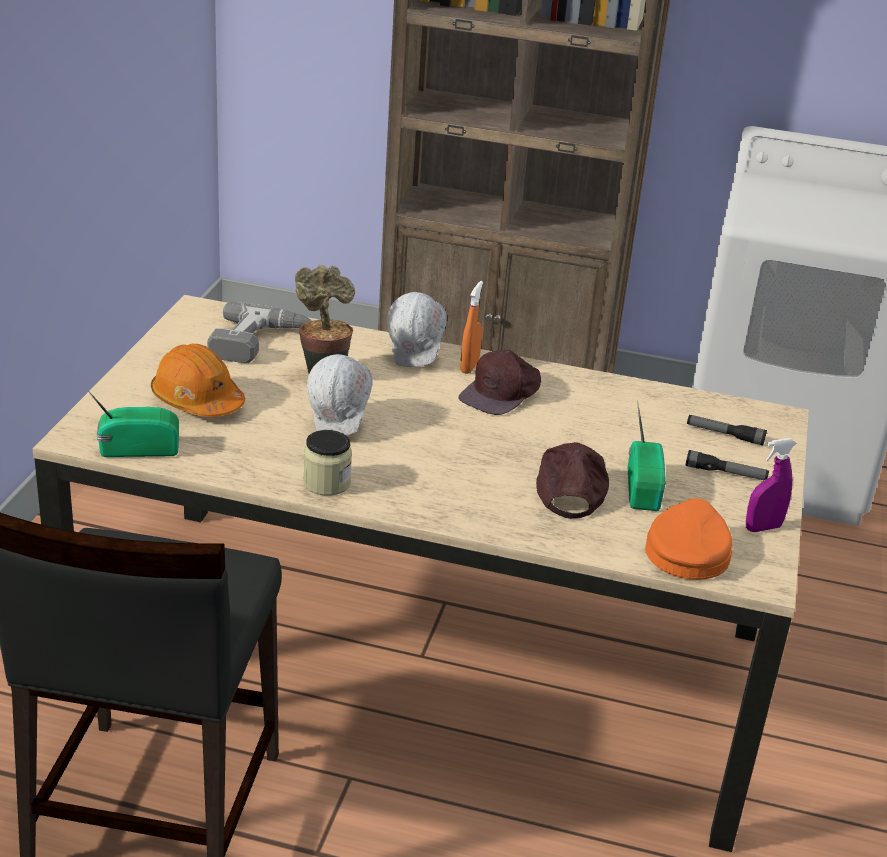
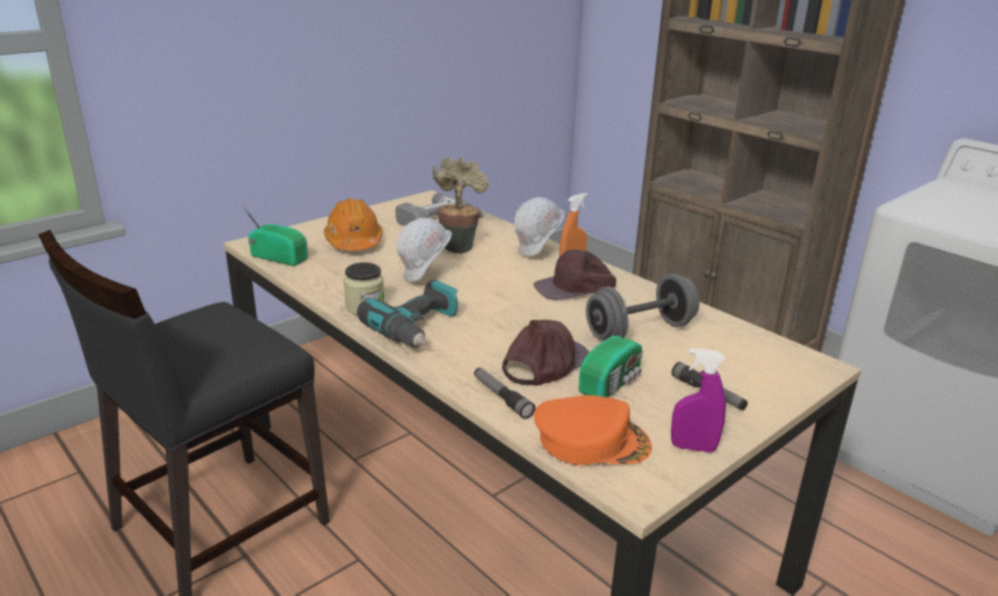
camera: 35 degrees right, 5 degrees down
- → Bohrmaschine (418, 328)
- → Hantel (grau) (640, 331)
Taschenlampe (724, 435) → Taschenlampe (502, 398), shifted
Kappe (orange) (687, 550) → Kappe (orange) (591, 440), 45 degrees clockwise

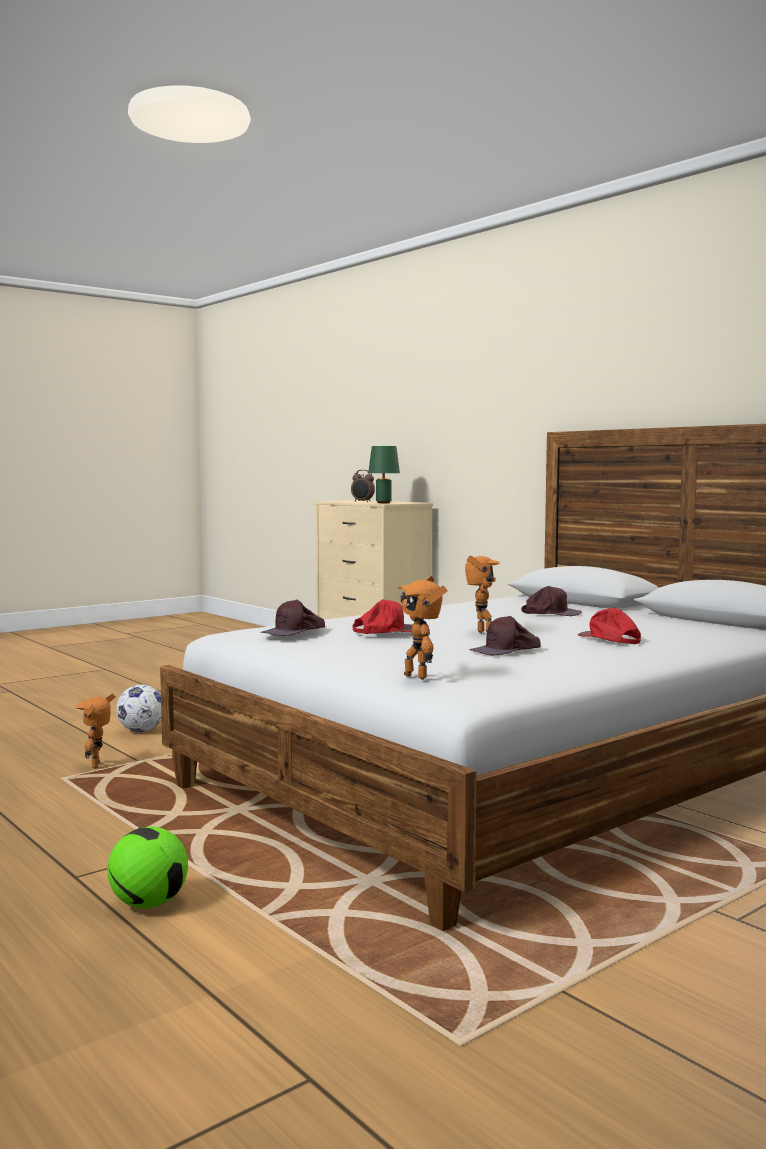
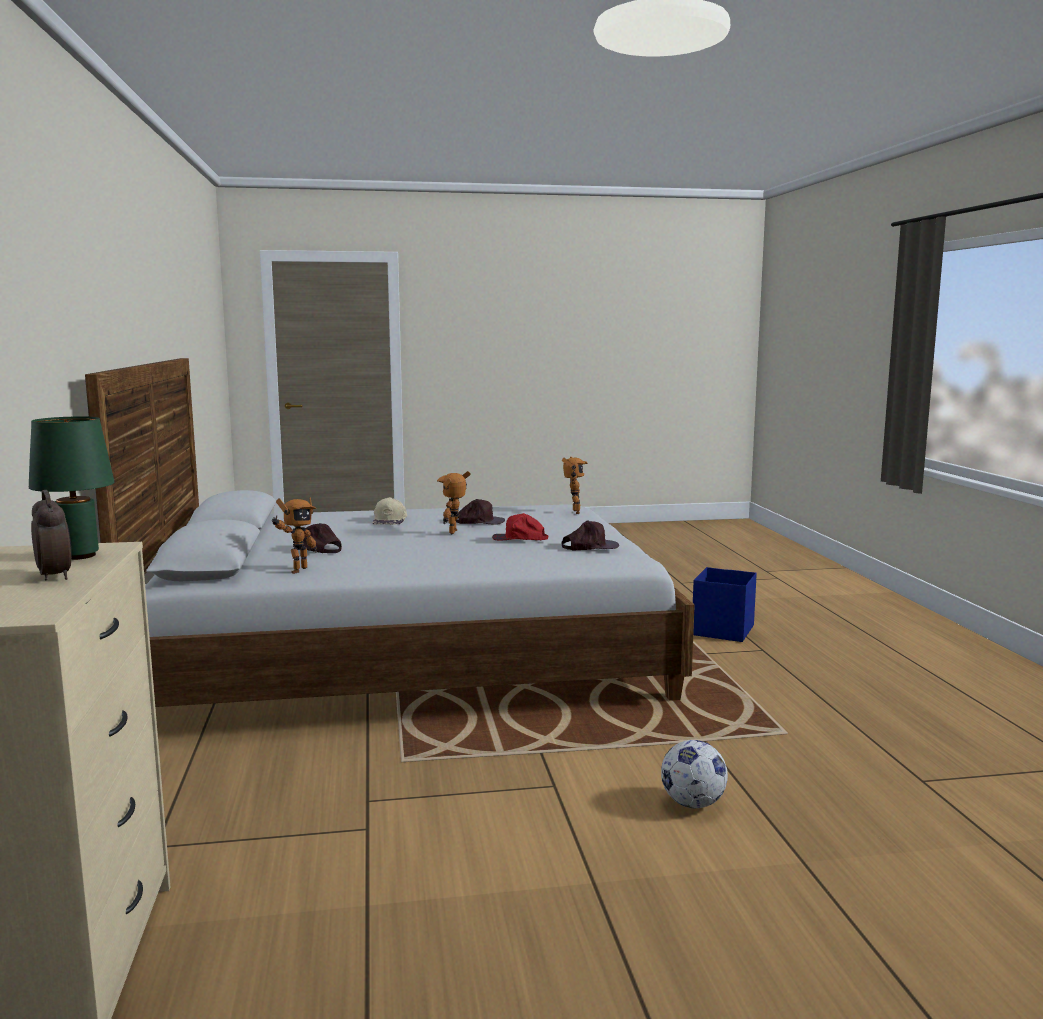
camera: 150 degrees left, 5 degrees up
Spielzeugroboter (99, 765) → Spielzeugroboter (296, 570), shifted
Fußball (148, 904) → Aufbewahrungsbox (blau) (722, 631)
Kappe (rot) (609, 639) → Kappe (beige) (390, 520)

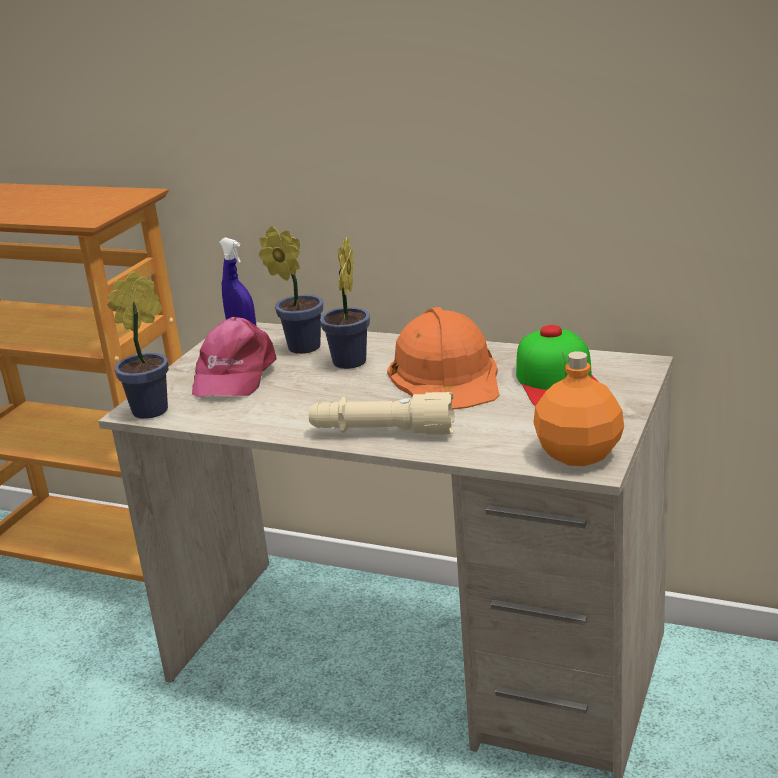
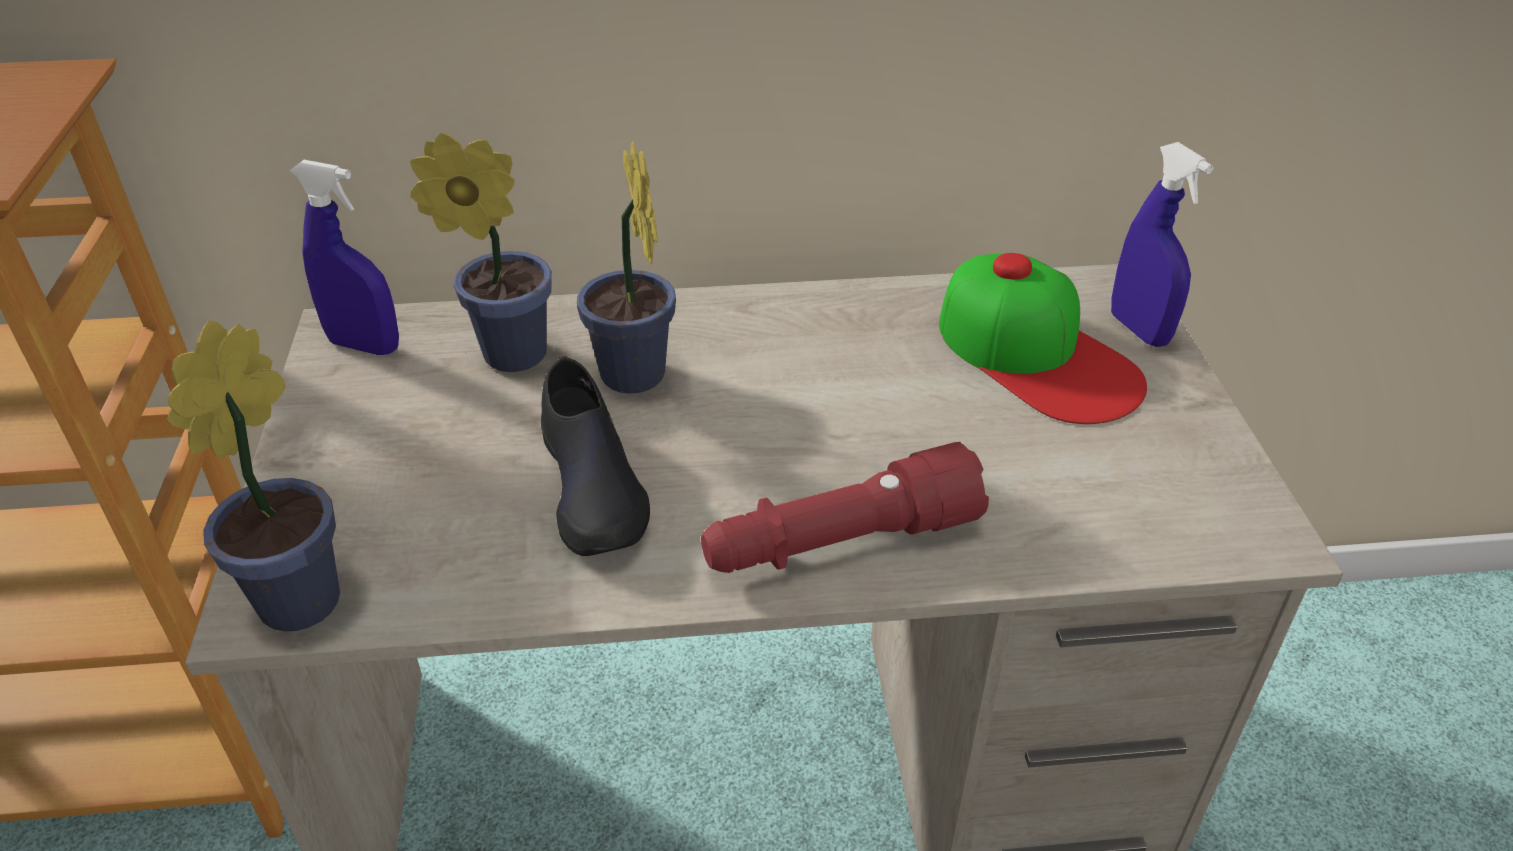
camera: 30 degrees left, 15 degrees up
Kappe (rosa) (233, 374) → -
Schutzhelm (orange) (447, 376) → -
Flasche (orange) (577, 454) → -
- → Schuh (schwarz) (593, 486)
- → Sprühflasche (blau) (1139, 330)
Taschenlampe (beige) (382, 432) → Taschenlampe (rot) (840, 543)

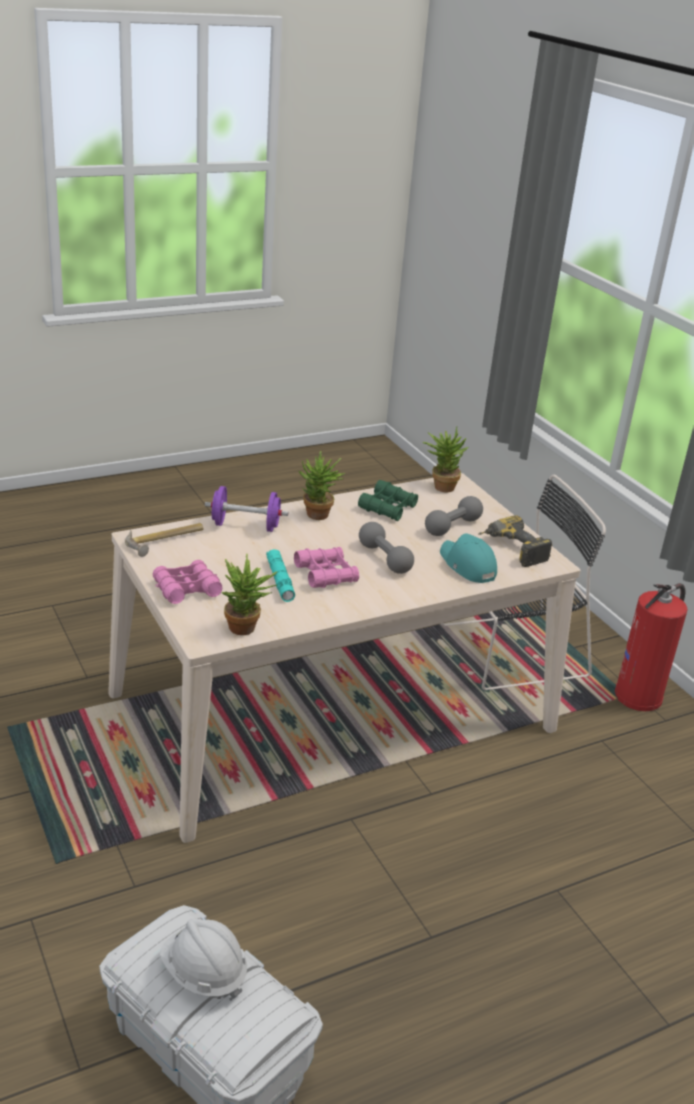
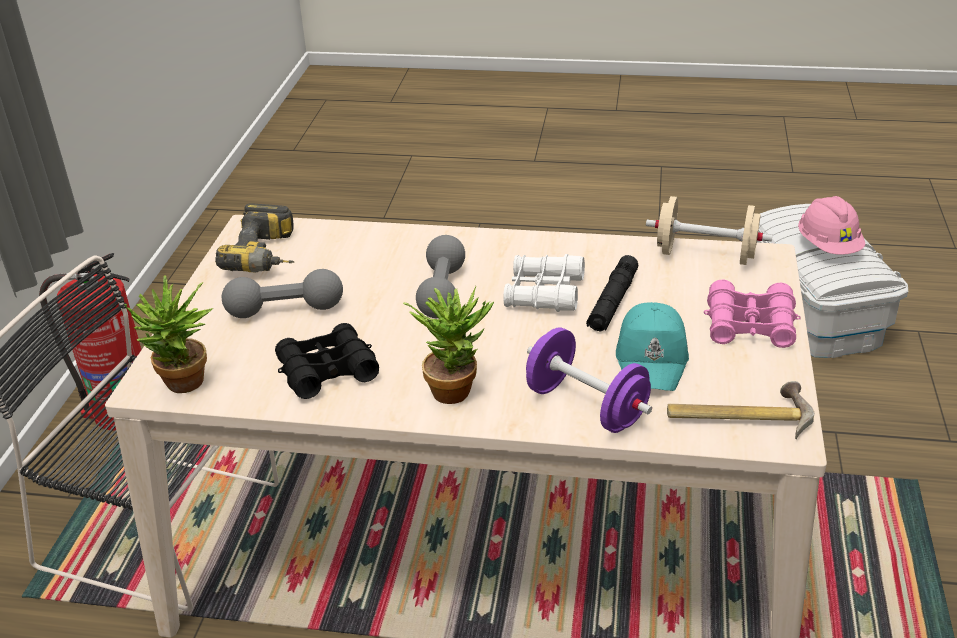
camera: 140 degrees left, 5 degrees up
Kappe (türkis) (467, 566) → Kappe (türkis) (652, 358), shifted
Topfpflanze (246, 630) → Hantel (beige) (705, 255)
Schutzhelm (weiß) (203, 973) → Schutzhelm (rosa) (828, 246)
Taschenlampe (türkis) (280, 580) → Taschenlampe (schwarz) (613, 302)
Fernglas (rosa) (326, 574) → Fernglas (weiß) (544, 293)
Fernglas (grün) (388, 508) → Fernglas (schwarz) (327, 371)

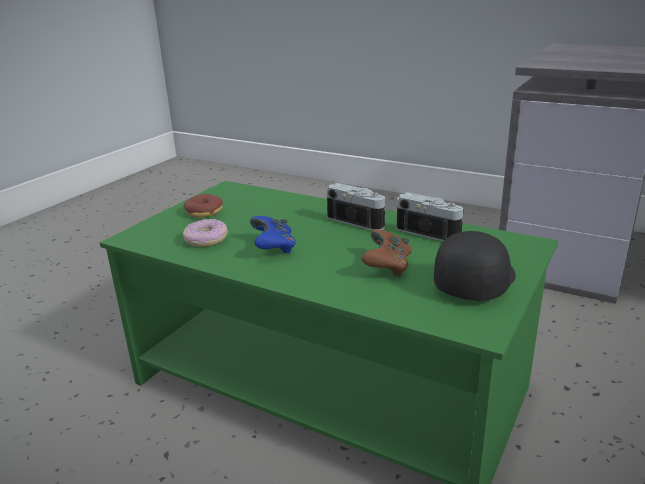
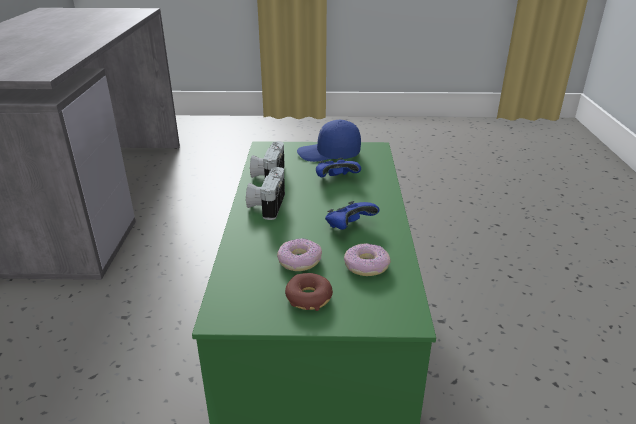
camera: 120 degrees left, 5 degrees up
- → Donut (299, 260)
Gamepad (braun) (387, 267) → Gamepad (blau) (336, 179)
Kappe (schwarz) (474, 281) → Kappe (blau) (329, 154)

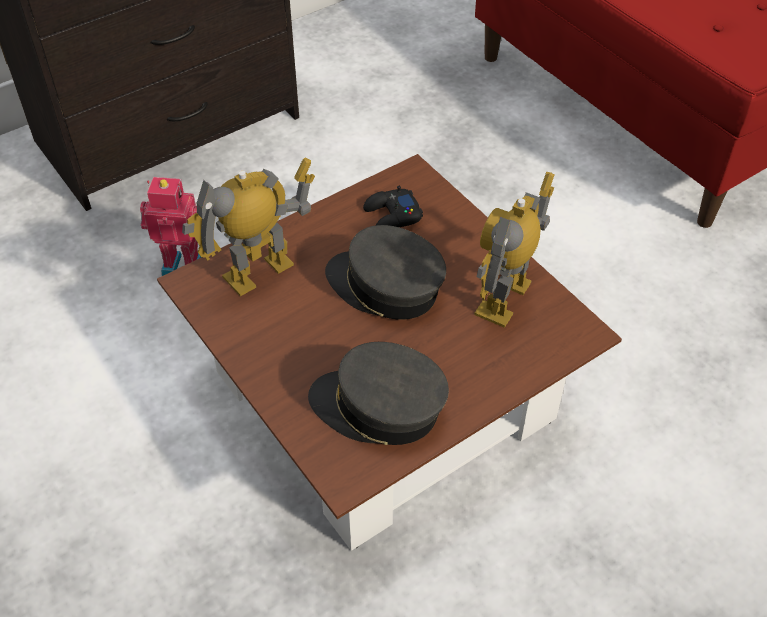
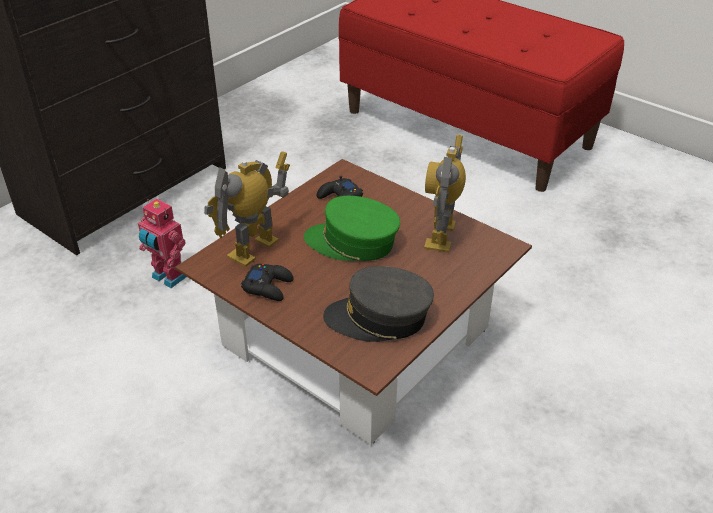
camera: 15 degrees left, 10 degrees down
- → Gamepad (schwarz) (268, 286)
Kappe (grau) (385, 287) → Kappe (grün) (352, 242)
Spielzeugroboter (183, 263) → Spielzeugroboter (168, 277), 135 degrees counterclockwise

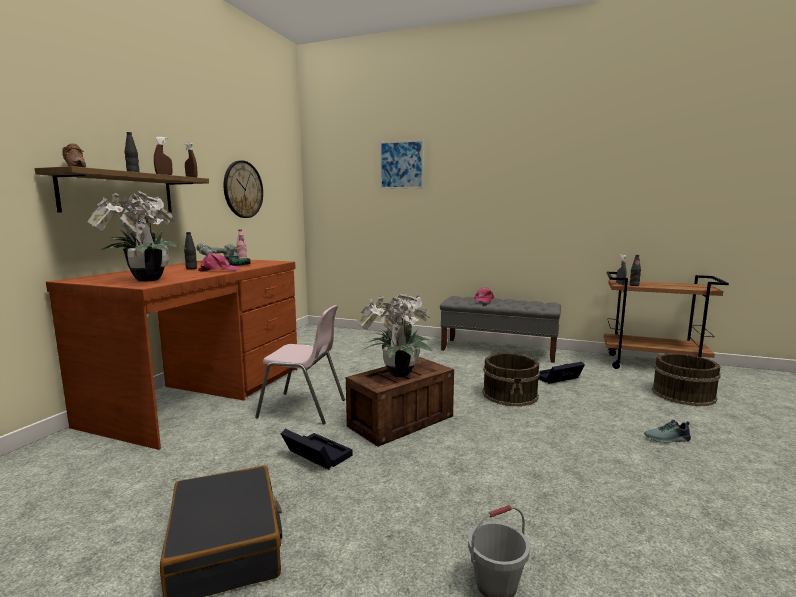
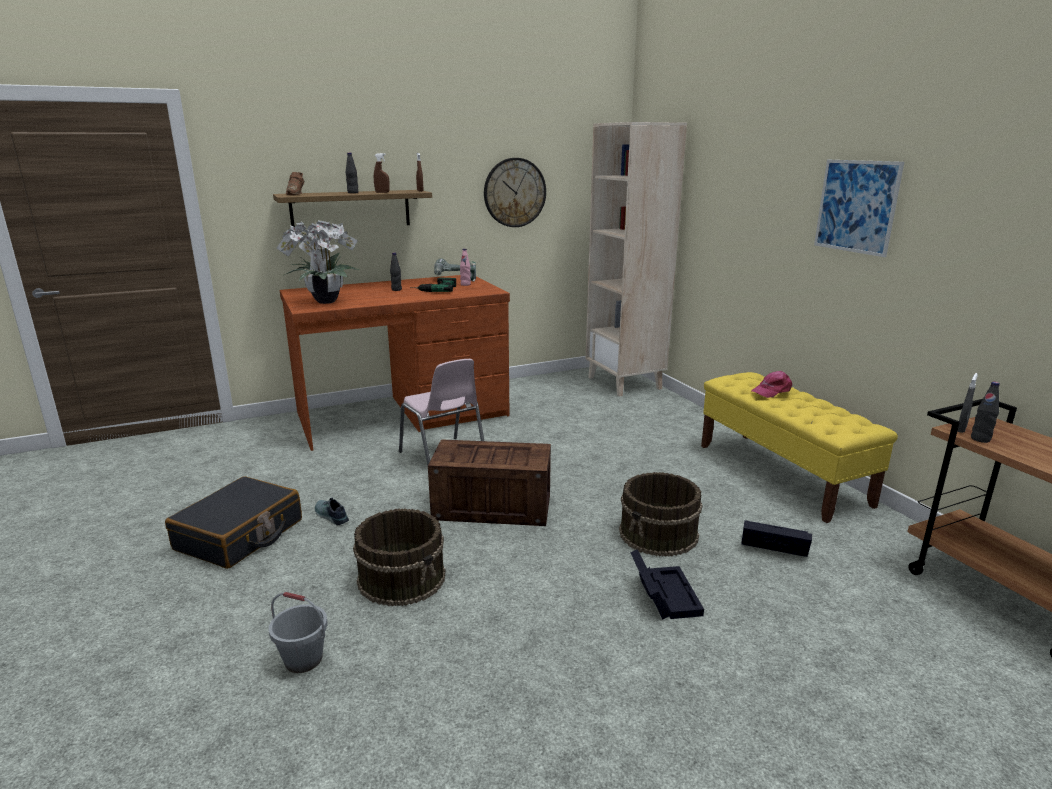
camera: 45 degrees right, 10 degrees up
Kappe (rosa) (219, 270) → -
Topfpflanze (397, 374) → -
- → Bücherregal (beige) (625, 383)
Aufbewahrungsbox (schwarz) (315, 455) → Aufbewahrungsbox (schwarz) (663, 594), shifted
Bild (401, 164) → Bild (856, 206), shifted
Schuh (667, 439) → Schuh (330, 516), shifted
Eimer (braun) (683, 394) → Eimer (braun) (402, 577), shifted
Bank (grau) (499, 350) → Bank (gelb) (781, 474)

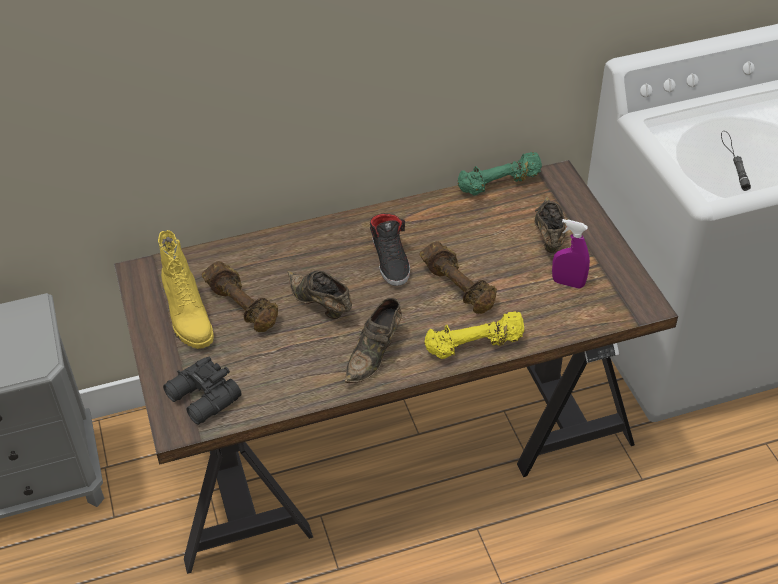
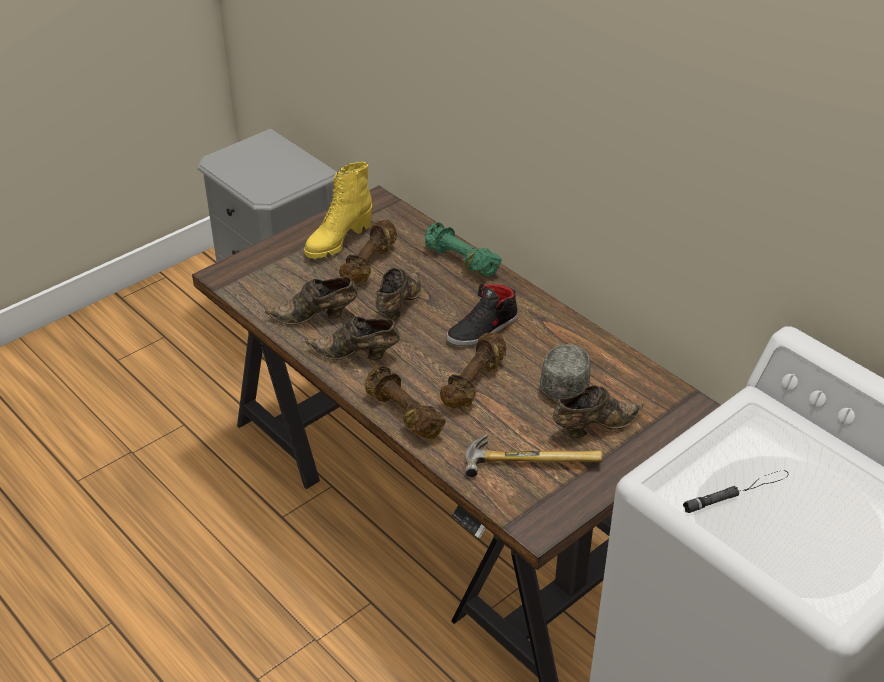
camera: 65 degrees right, 5 degrees down
Fernglas (schwarz) (203, 399) → -
- → Schuh (braun) (316, 316)
- → Kappe (grau) (566, 380)
Hantel (grün) (500, 184) → Hantel (grün) (460, 261), shifted
Sprühflasche (lila) (568, 283) → Hammer (531, 458)
Hantel (gelb) (475, 346) → Hantel (braun) (402, 414)

